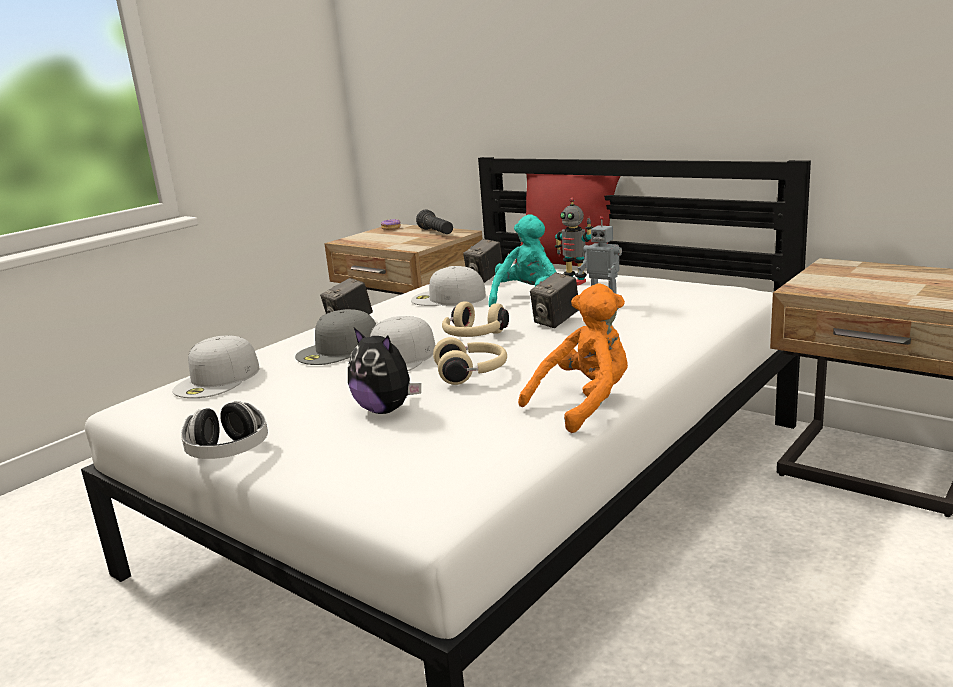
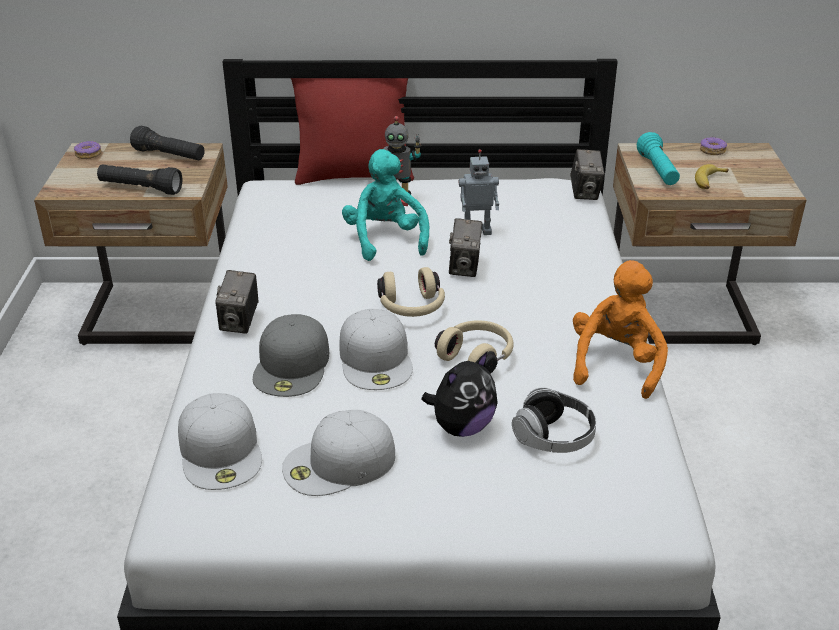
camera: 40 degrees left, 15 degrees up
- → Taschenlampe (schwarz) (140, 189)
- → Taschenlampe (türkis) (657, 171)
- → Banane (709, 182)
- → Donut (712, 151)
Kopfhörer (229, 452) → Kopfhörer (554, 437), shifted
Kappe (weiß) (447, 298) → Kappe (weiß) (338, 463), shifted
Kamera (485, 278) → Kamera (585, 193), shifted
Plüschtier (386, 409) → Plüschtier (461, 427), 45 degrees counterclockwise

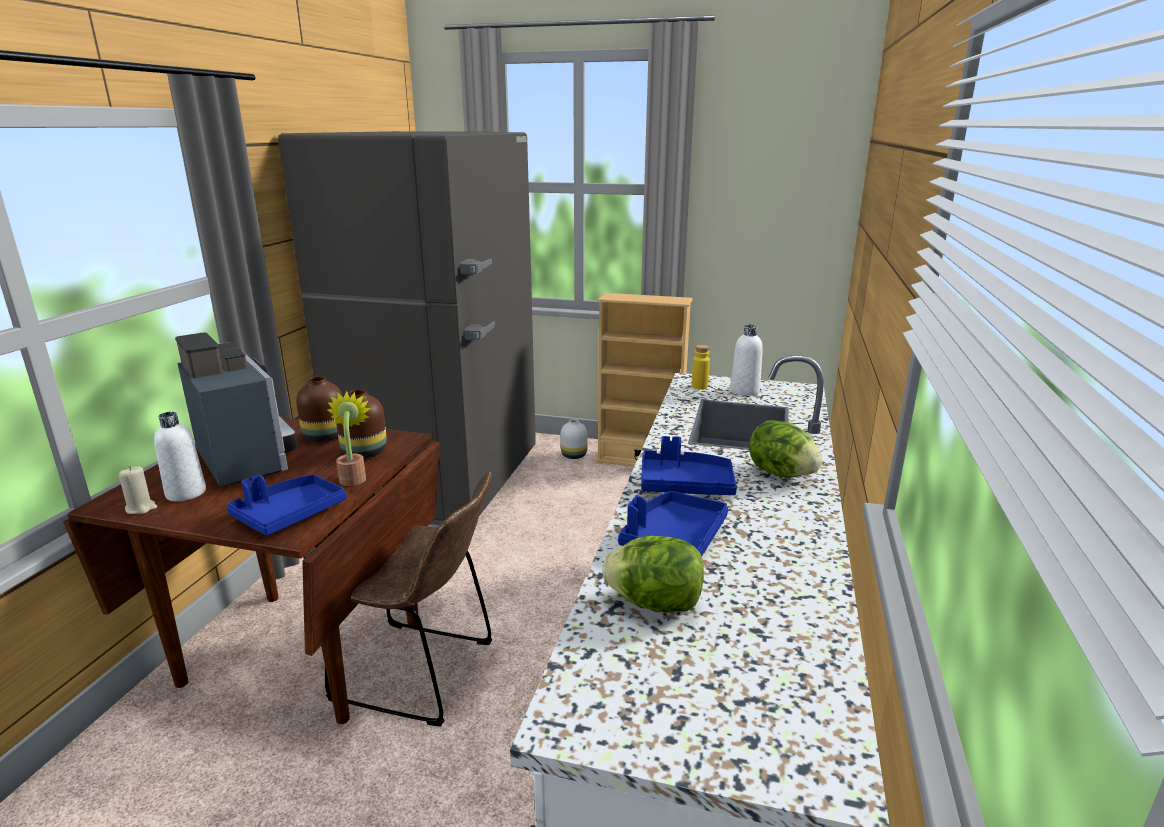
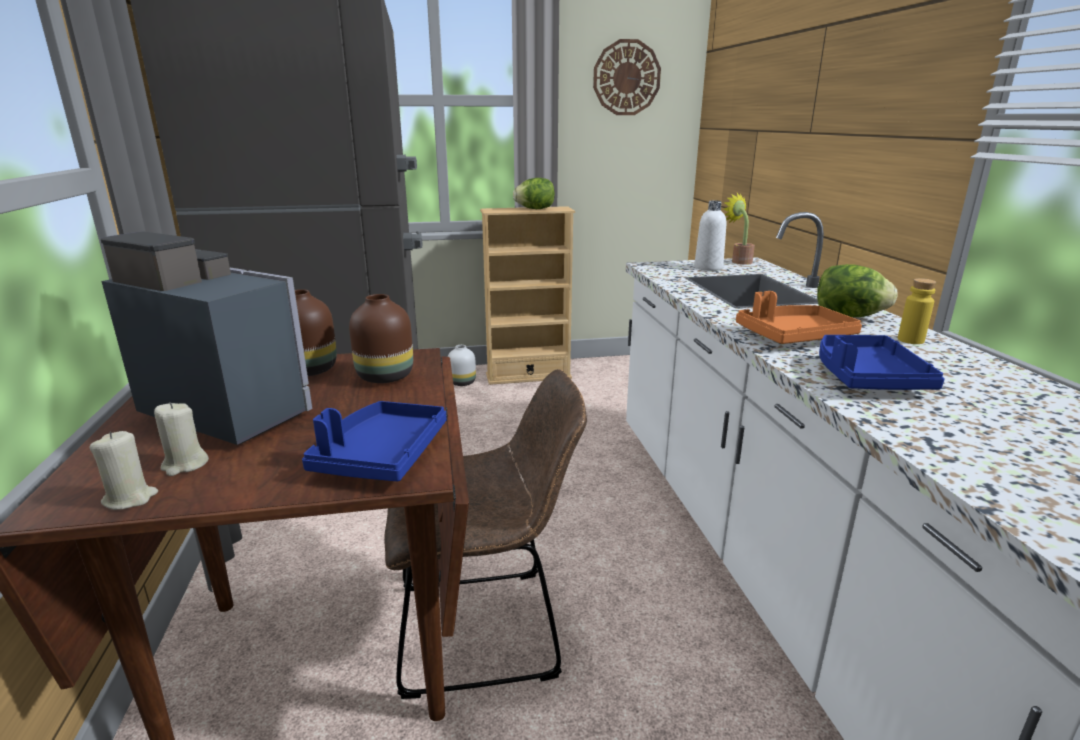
camera: 25 degrees left, 0 degrees up
- → Wanduhr (626, 78)
Topfpflanze (353, 477) → Topfpflanze (738, 261), shifted
Salatkopf (655, 604) → Salatkopf (535, 209), shifted
Flasche (gelb) (699, 386) → Flasche (gelb) (910, 340), shifted
Flasche (weiß) (186, 493) → Kerze (beige) (185, 465)
Tablett (blau) (685, 485) → Tablett (orange) (793, 337)

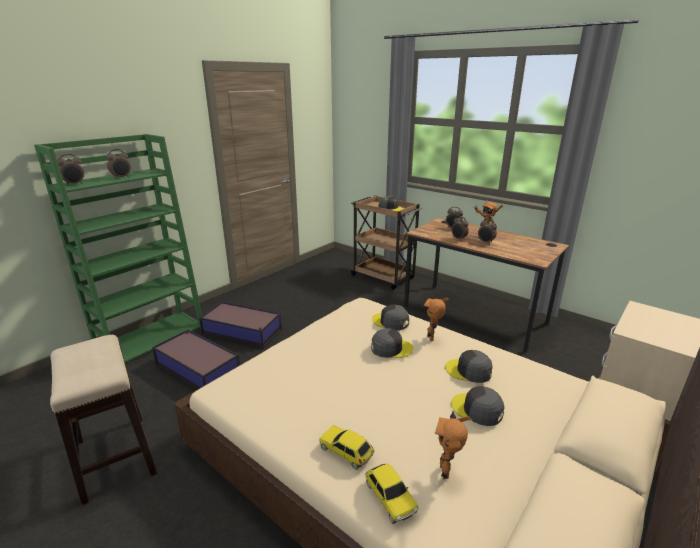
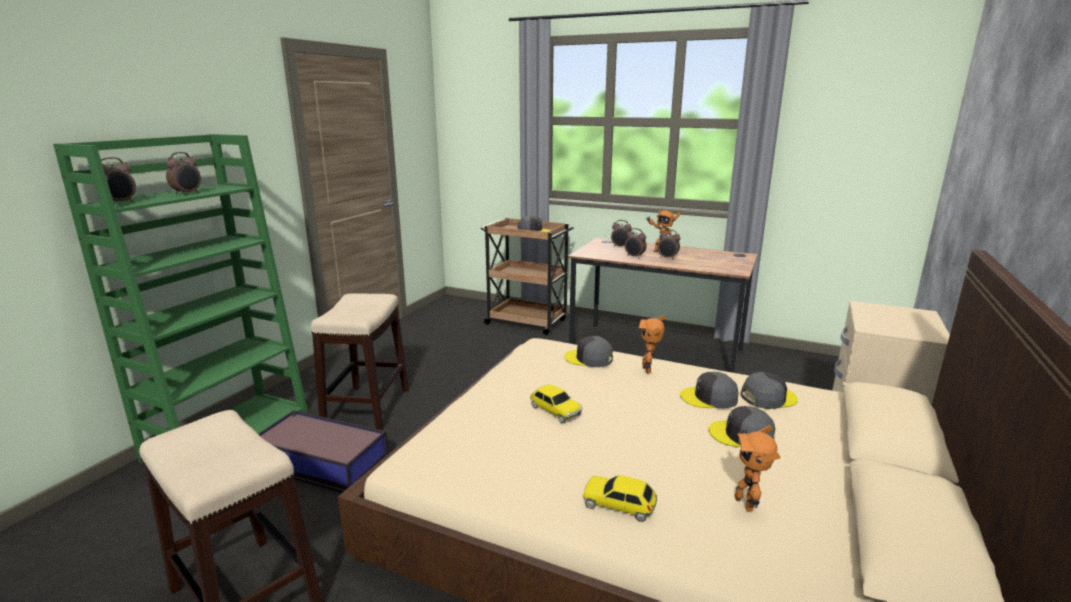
camera: 15 degrees left, 5 degrees down
Spielzeugauto (390, 498) → Spielzeugauto (555, 411), shifted
Kappe (grau) (391, 348) → Kappe (grau) (768, 397), shifted
Aufbewahrungsbox (242, 332) → Hocker (367, 408)

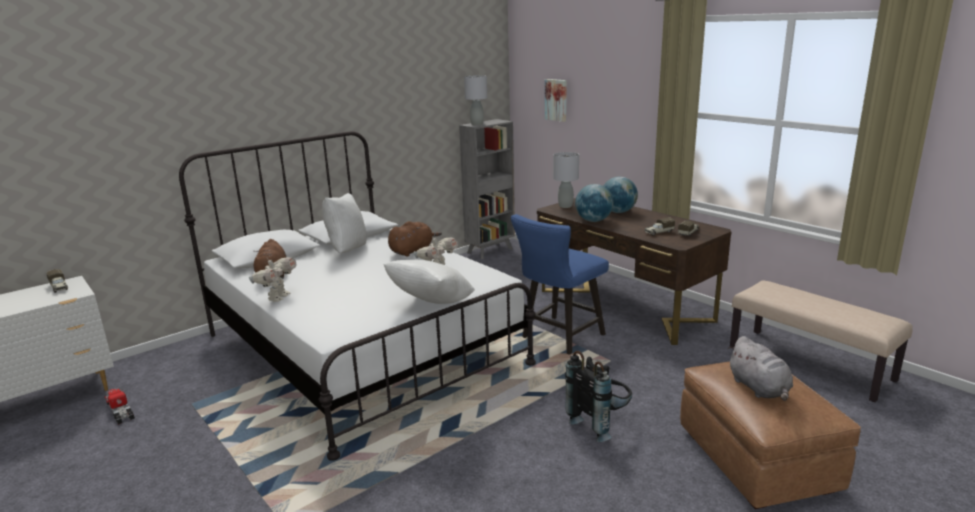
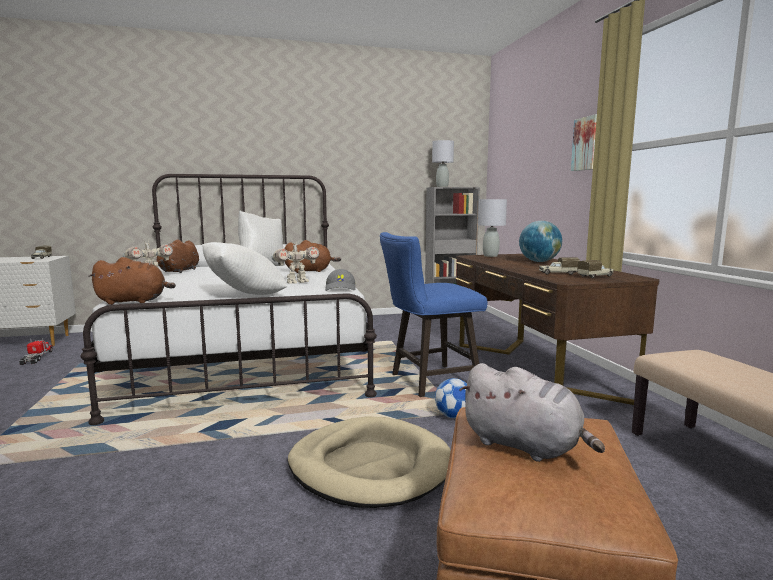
camera: 25 degrees right, 10 degrees down
Globus (593, 221) → -
- → Plüschtier (braun) (134, 301)
- → Kappe (grau) (341, 288)
- → Fußball (454, 416)
Bild (556, 100) → Bild (587, 143), shifted
Rucksack (schwarz) (600, 423) → Hundebett (beige) (369, 466)
Plüschtier (grau) (759, 389) → Plüschtier (grau) (525, 446), 60 degrees counterclockwise

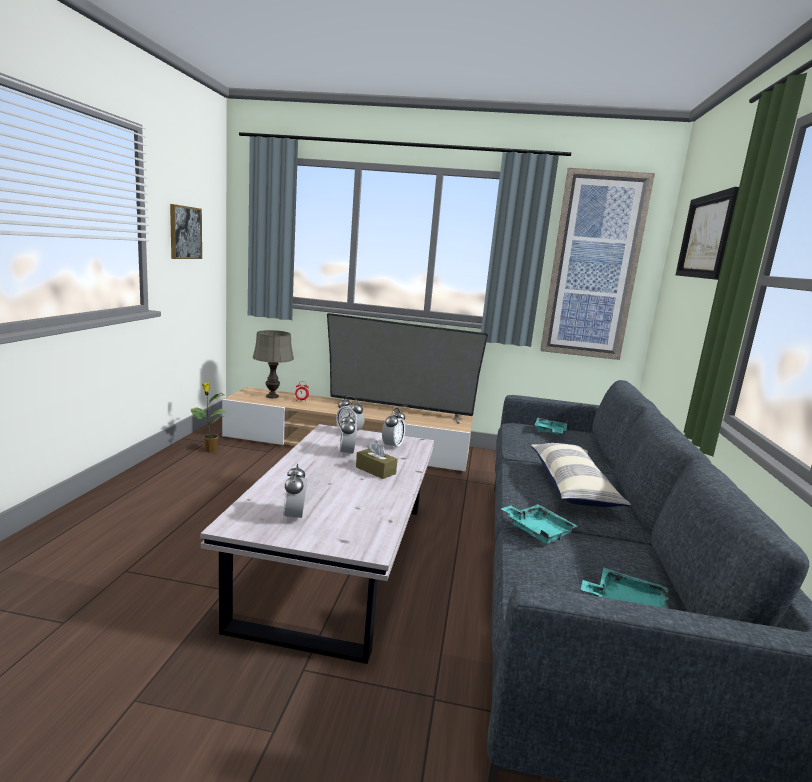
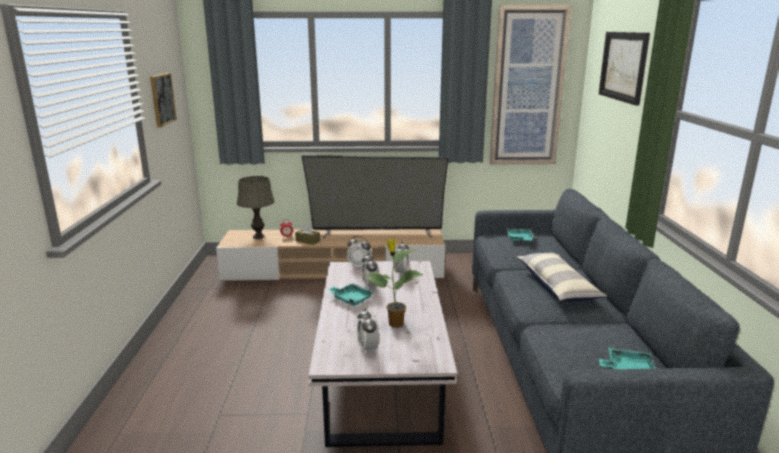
camera: 10 degrees left, 5 degrees up
Topfpflanze (209, 450) → Topfpflanze (395, 324), shifted
Taschentuchbox (braun) (375, 470) → Taschentuchbox (braun) (308, 241), shifted
Tablett (türkis) (537, 530) → Tablett (türkis) (351, 299), shifted

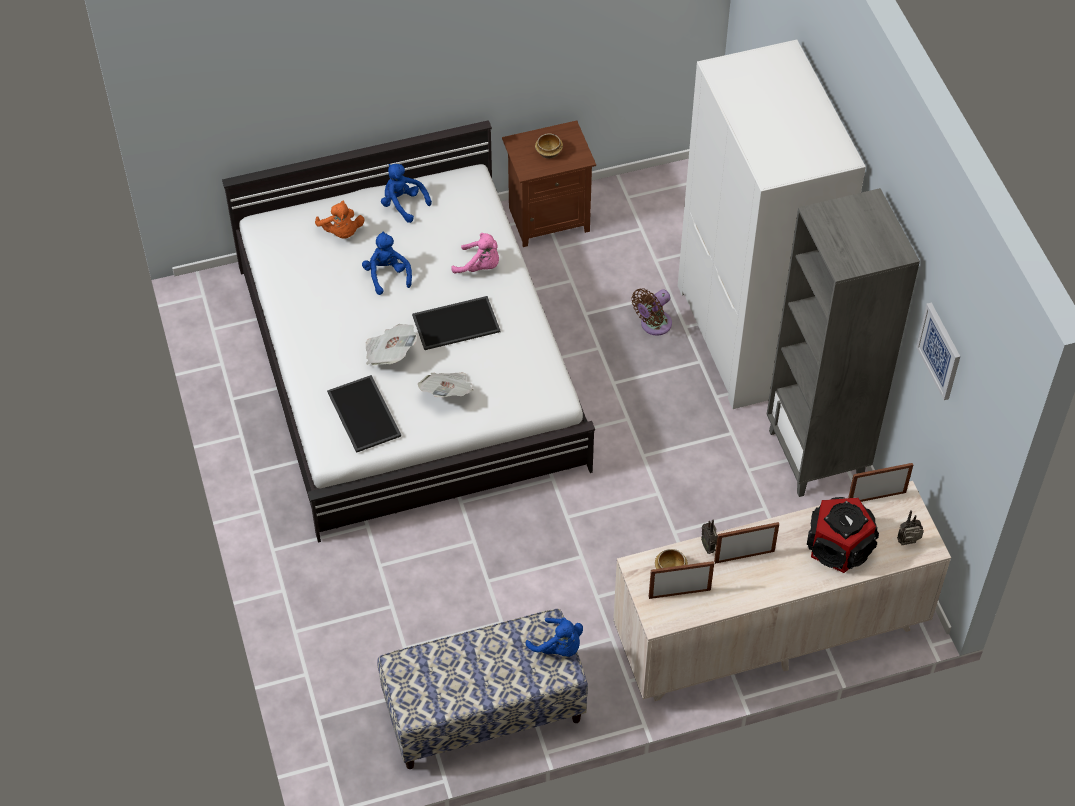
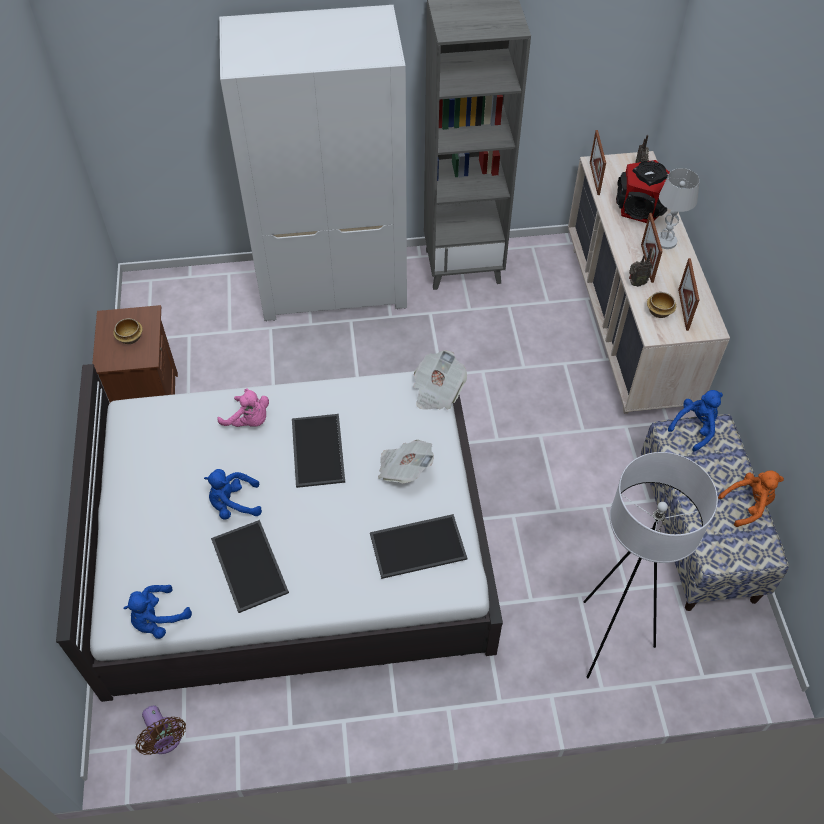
camera: 80 degrees left, 0 degrees up
Bild (940, 351) → -
- → Tablett (247, 565)
- → Stehlampe (weiß) (608, 640)
- → Tischlampe (weiß) (666, 241)
Plüschtier (orange) (341, 232) → Plüschtier (orange) (748, 505), shifted
Zeitung (390, 353) → Zeitung (437, 391), shifted
Plüschtier (blau) (403, 204) → Plüschtier (blau) (158, 619), shifted
Ventilator (braun) (653, 325) → Ventilator (braun) (165, 739), shifted
Plüschtier (rosa) (480, 266) → Plüschtier (rosa) (249, 421), 90 degrees clockwise

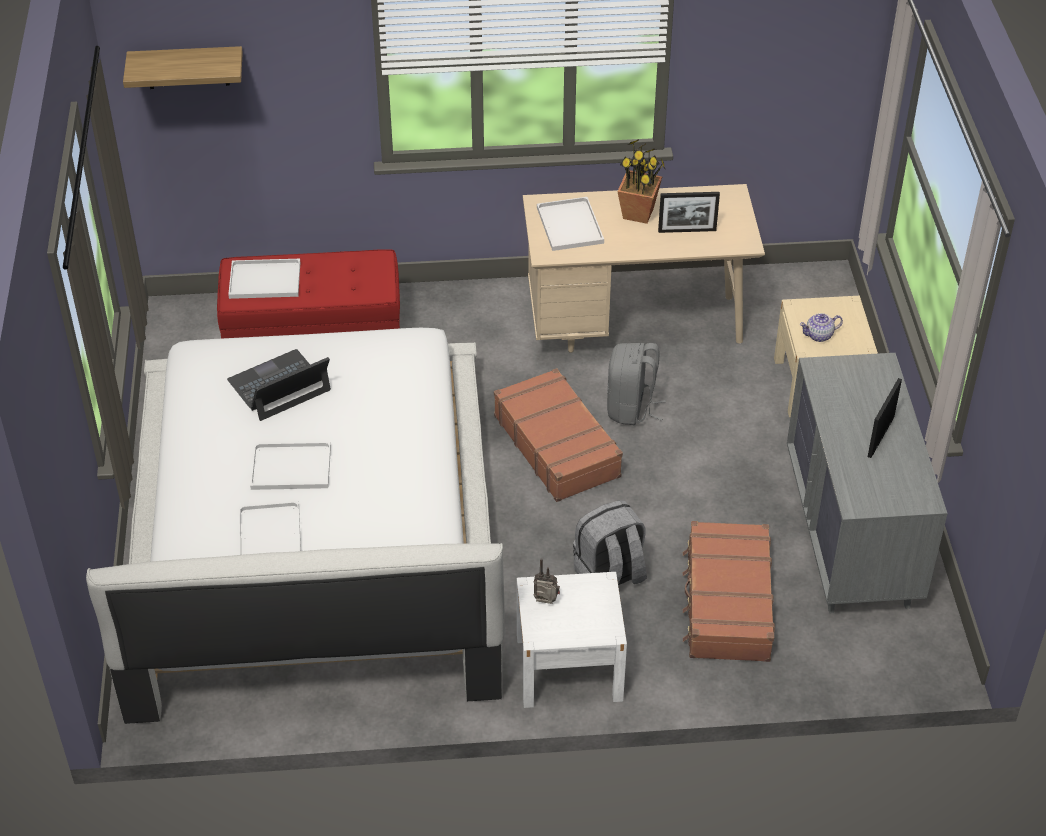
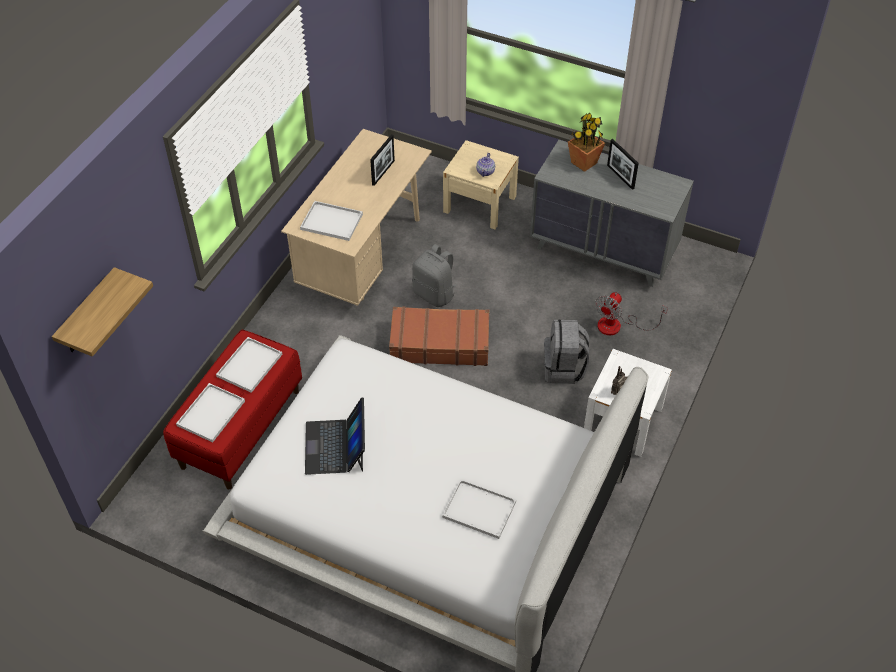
camera: 60 degrees left, 5 degrees up
Tablett (weiß) (289, 468) → Tablett (weiß) (249, 366), shifted
Topfpflanze (638, 213) → Topfpflanze (583, 163), shifted
Koffer (braun) (727, 603) → Ventilator (618, 326)

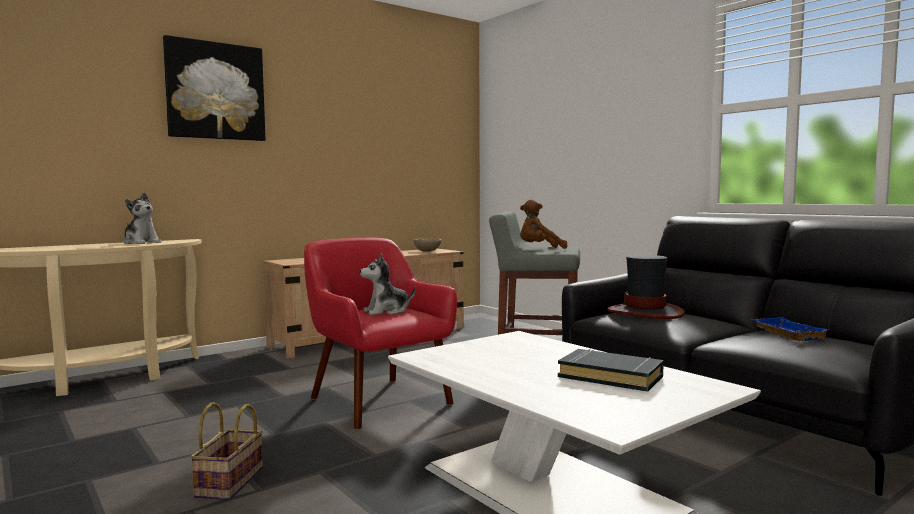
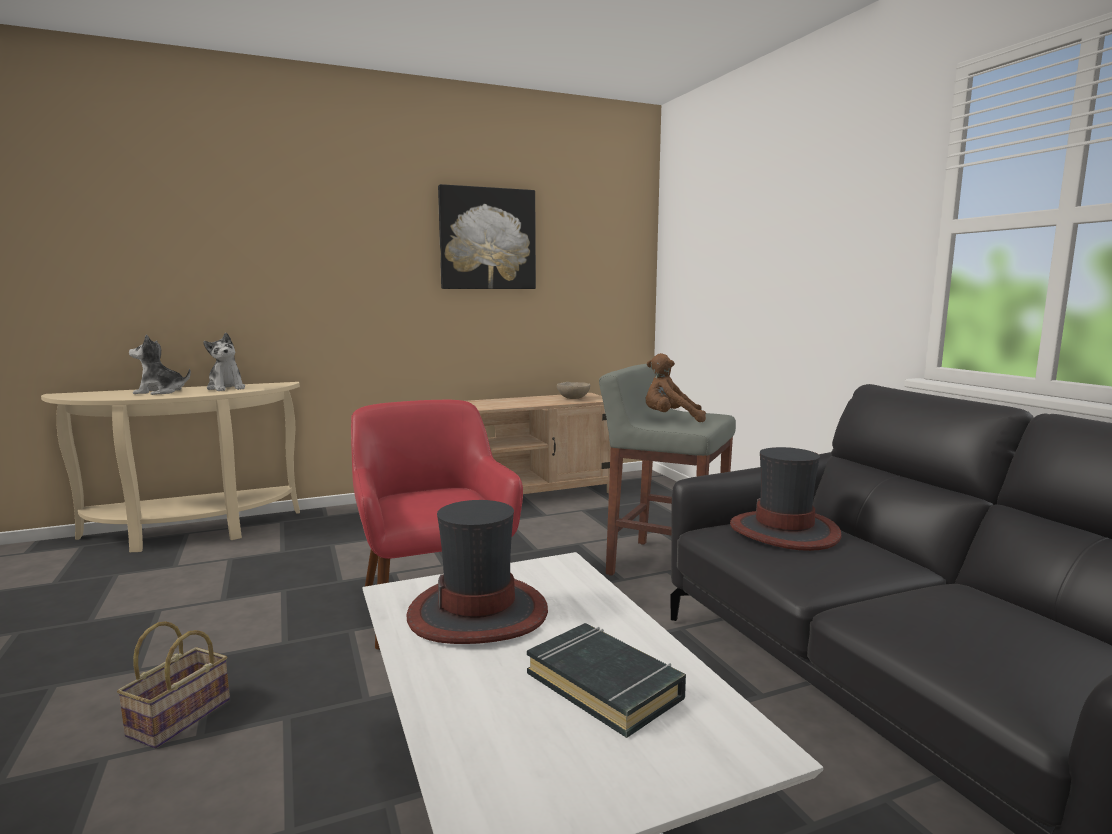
camera: 15 degrees right, 5 degrees up
Tablett (blau) (785, 333) → -
- → Hut (478, 612)
Bild (215, 91) → Bild (487, 239), shifted
Plüschtier (387, 311) → Plüschtier (160, 392), shifted

